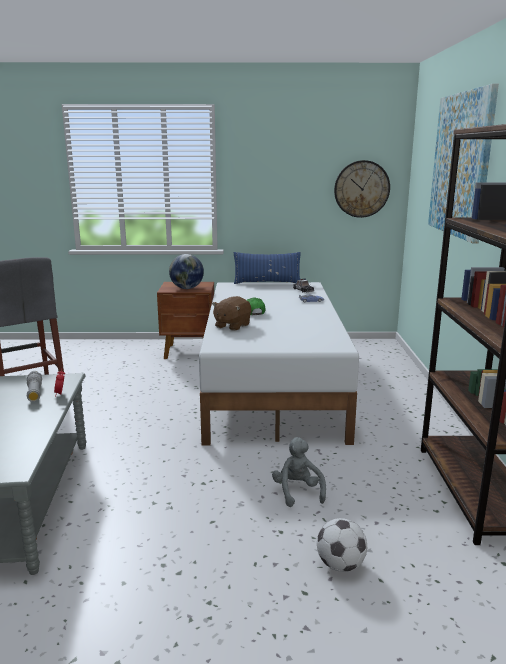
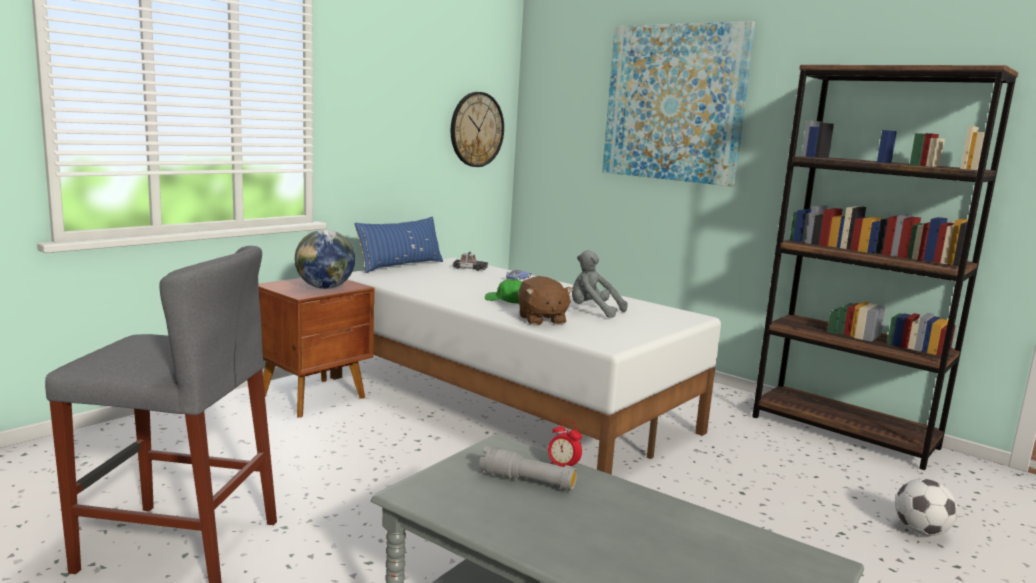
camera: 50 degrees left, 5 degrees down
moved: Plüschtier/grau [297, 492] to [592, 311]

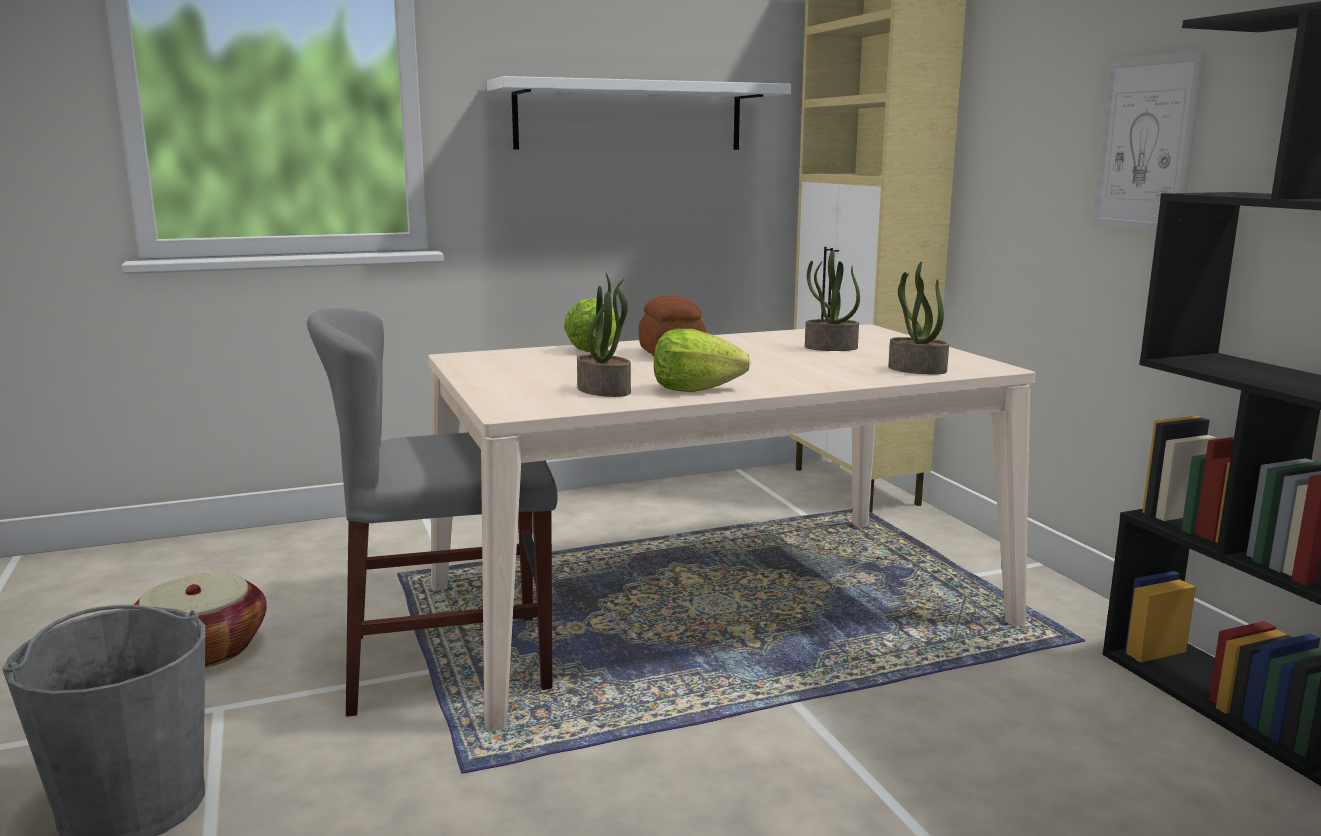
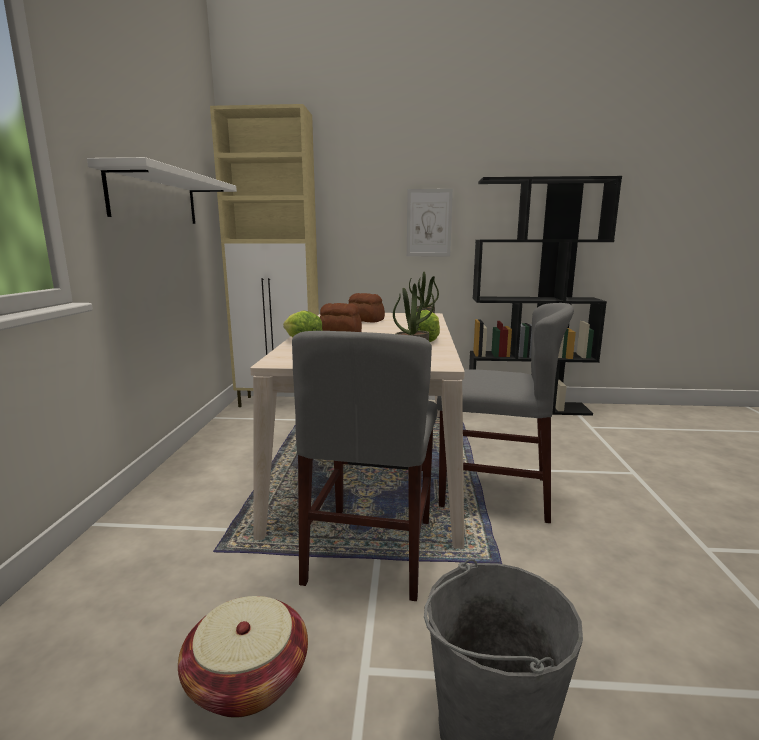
camera: 65 degrees left, 0 degrees up
added: Stuhl/grau [494, 492]
replaced: Topfpflanze [830, 348] to Brot [365, 320]

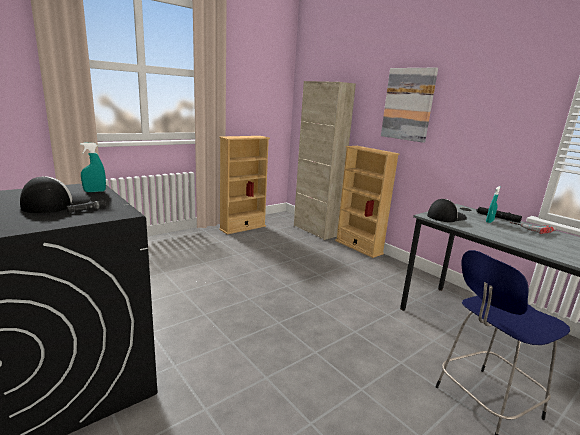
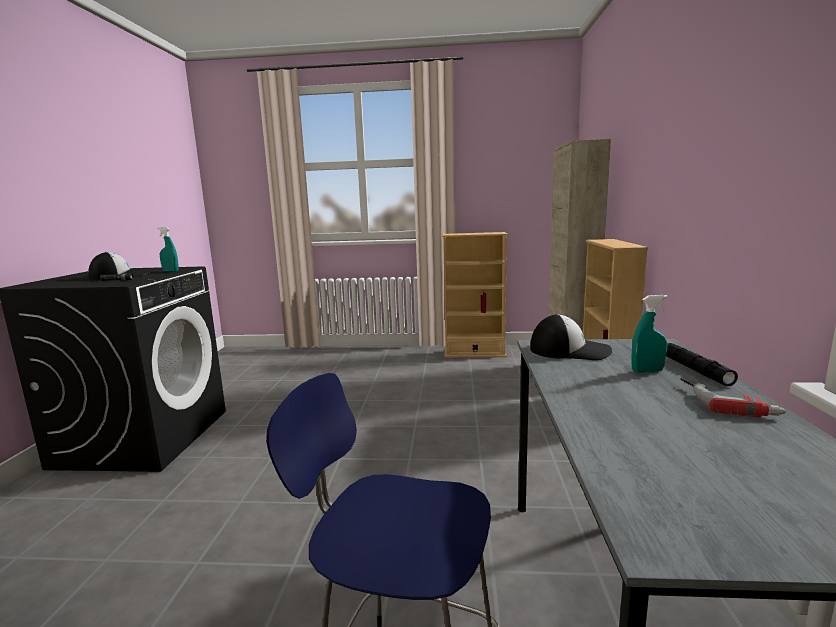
camera: 45 degrees right, 5 degrees down
removed: Bild [408, 104]

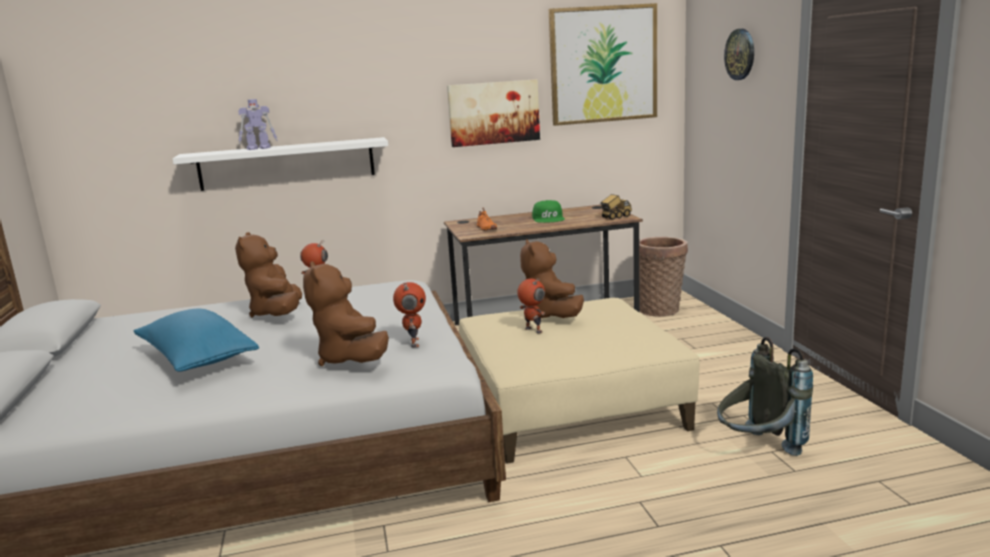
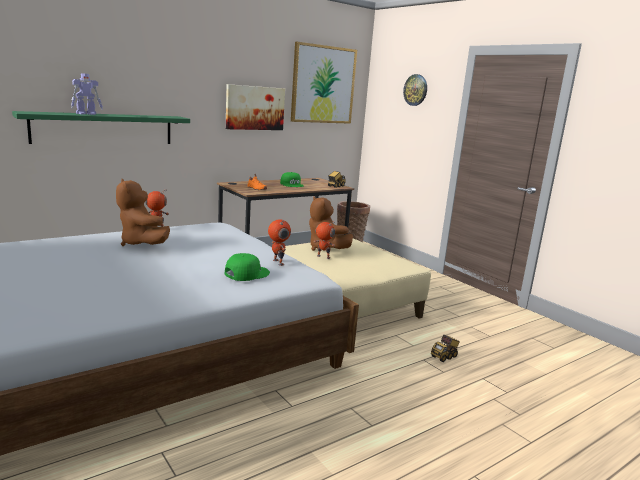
camera: 25 degrees left, 0 degrees up
removed: Kissen/blau [197, 359]; Rucksack/grau [758, 450]
added: Spielzeuglaster [444, 356]
replaced: Plüschtier/braun [351, 359] to Kappe/grün [246, 273]
recoloured: Wandregal/weiß [287, 164] to Wandregal/grün [104, 128]

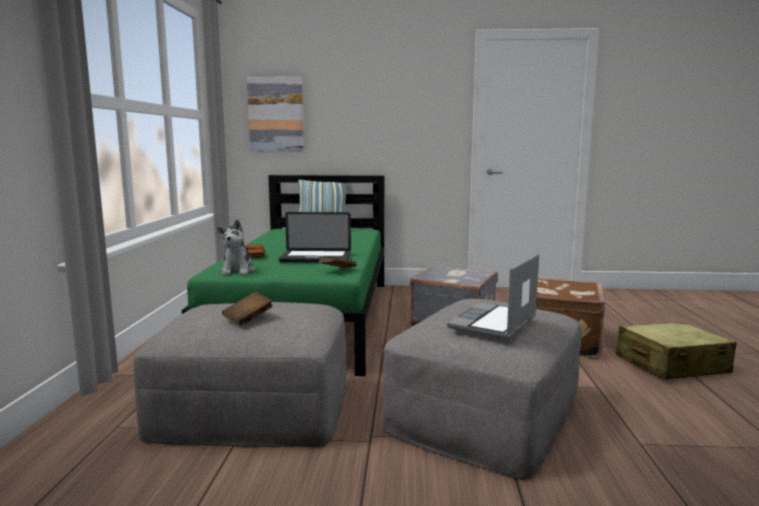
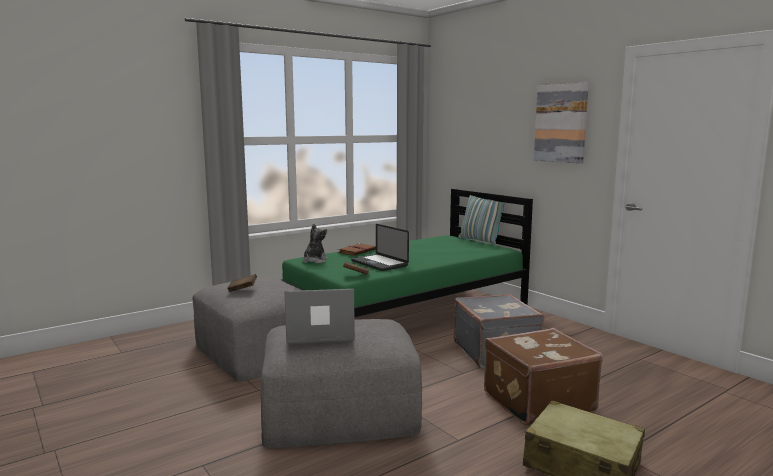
camera: 50 degrees right, 0 degrees up
moved: Bild [276, 115] to [561, 123]
turned: Plüschtier [238, 271] = [314, 261] 150 degrees clockwise

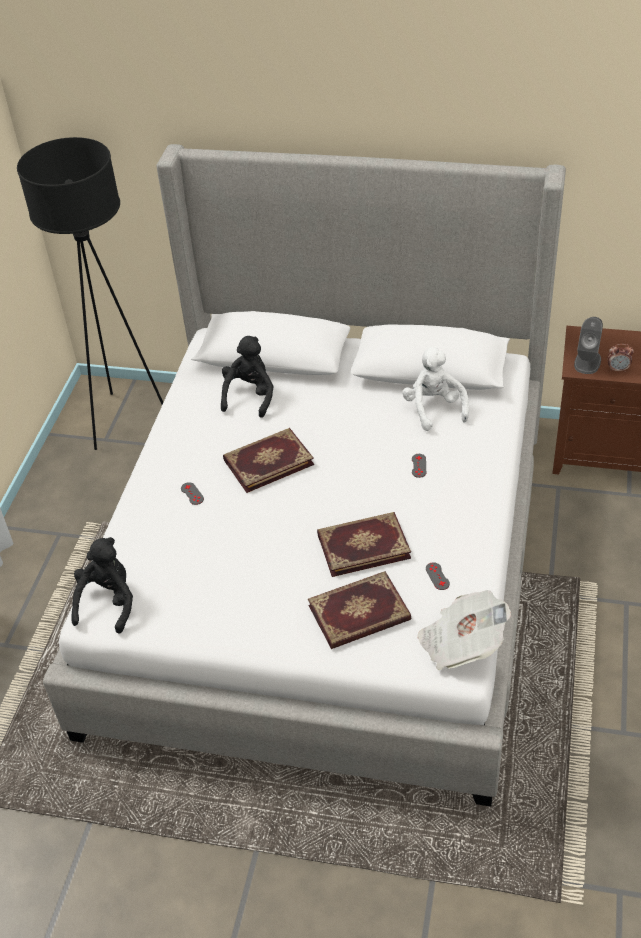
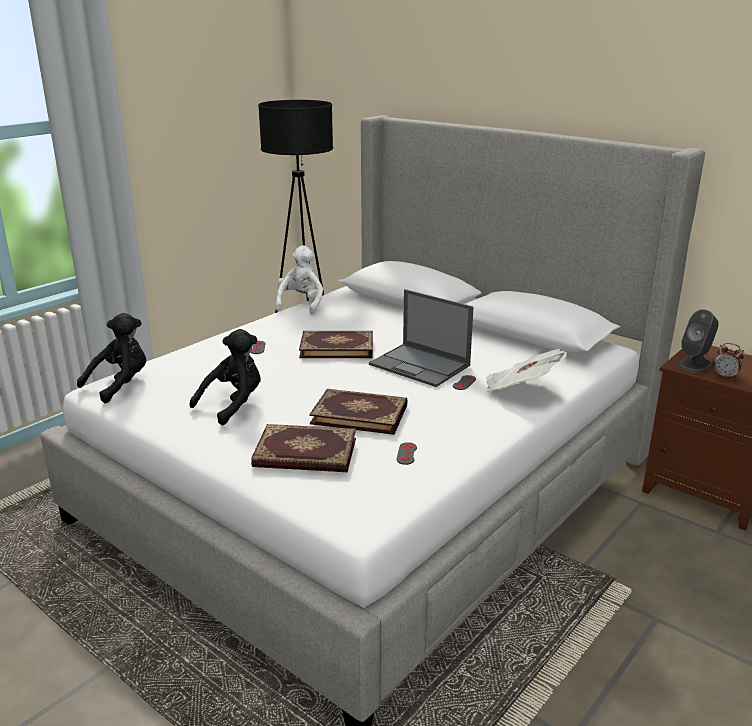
camera: 25 degrees right, 20 degrees down
added: Laptop [420, 365]
moved: Plüschtier/schwarz [249, 396] to [233, 405]; Plüschtier/weiß [434, 408] to [301, 304]; Zeitung [461, 644] to [520, 389]

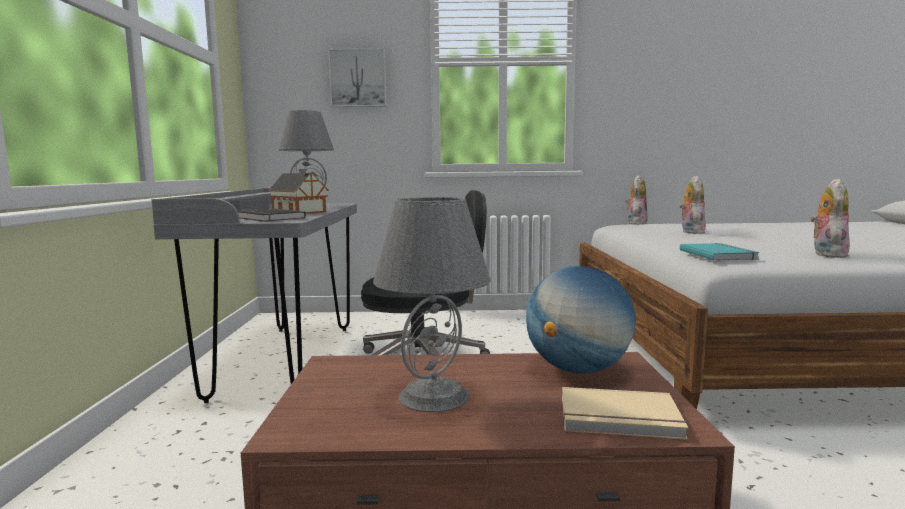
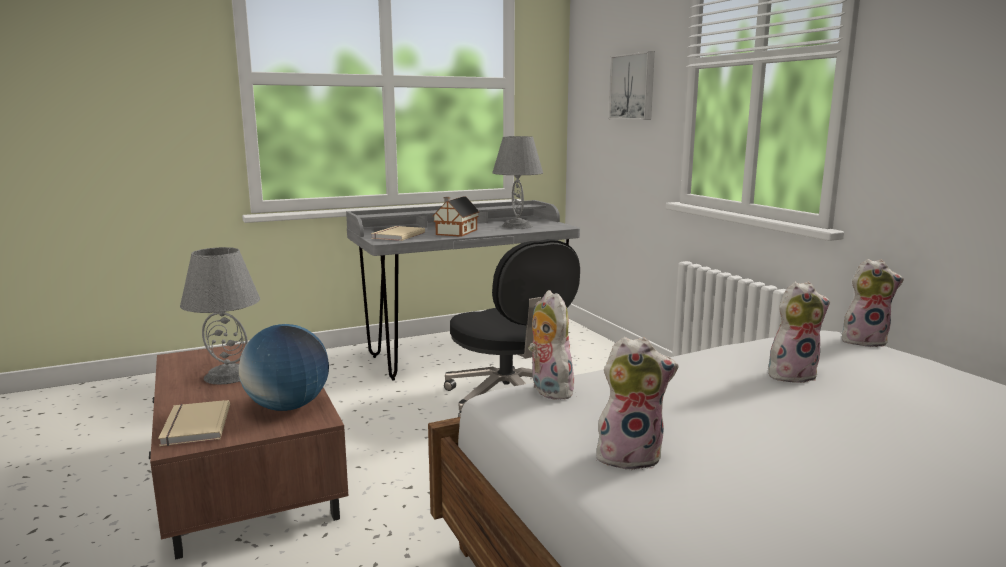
camera: 65 degrees right, 5 degrees up
replaced: Buch/türkis [719, 254] to Plüschtier [548, 390]
recoloured: Buch/schwarz [268, 218] to Buch/beige [397, 235]

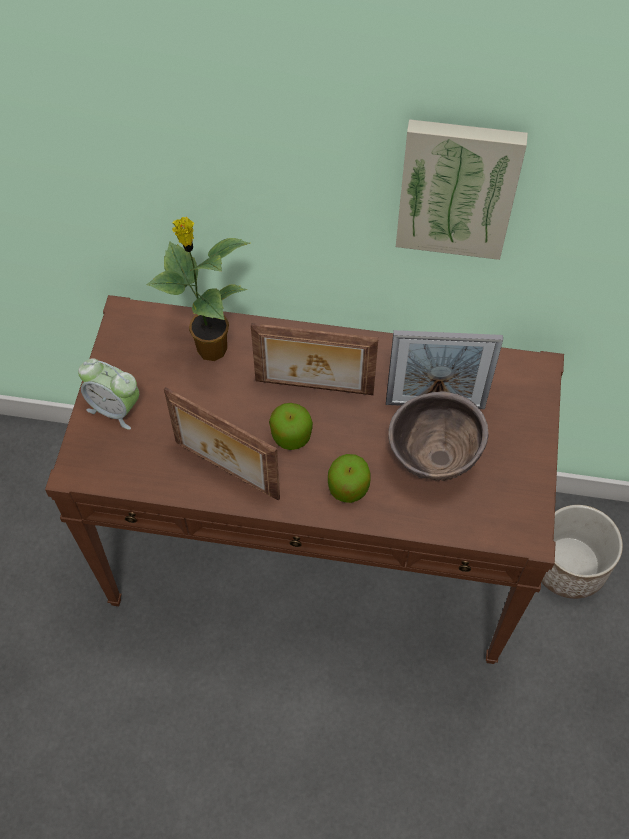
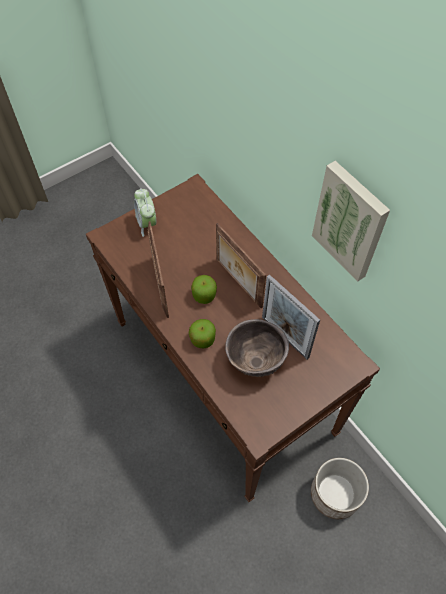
camera: 45 degrees right, 0 degrees up
removed: Topfpflanze [210, 348]

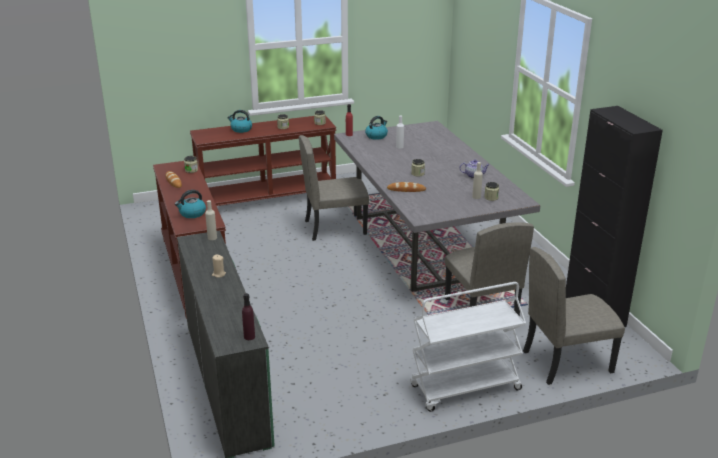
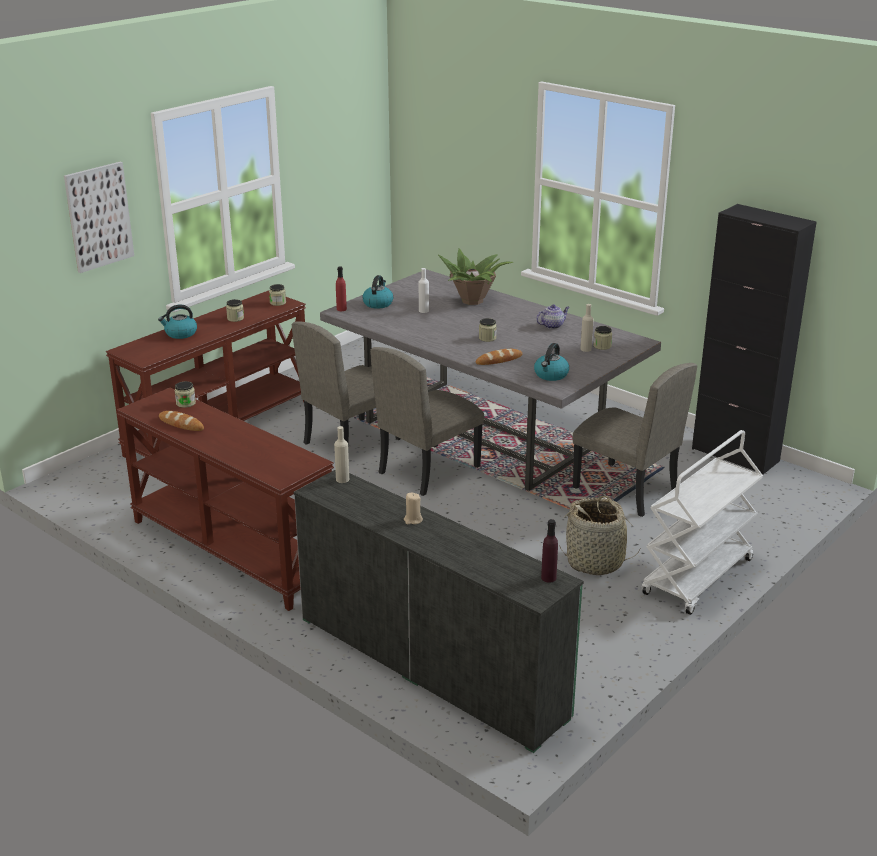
camera: 30 degrees left, 0 degrees up
added: Bild [99, 216]; Topfpflanze [473, 301]; Korb [595, 562]
moved: Wasserkessel [192, 213] to [551, 375]; Stuhl/beige [567, 361] to [428, 469]

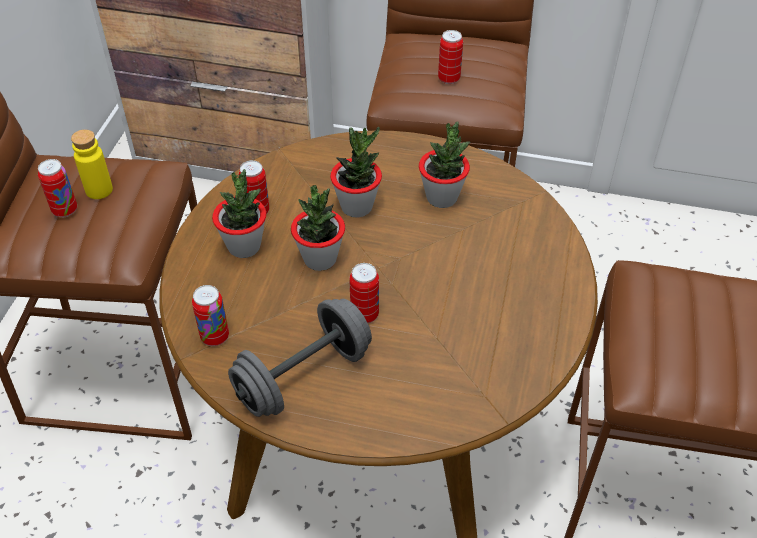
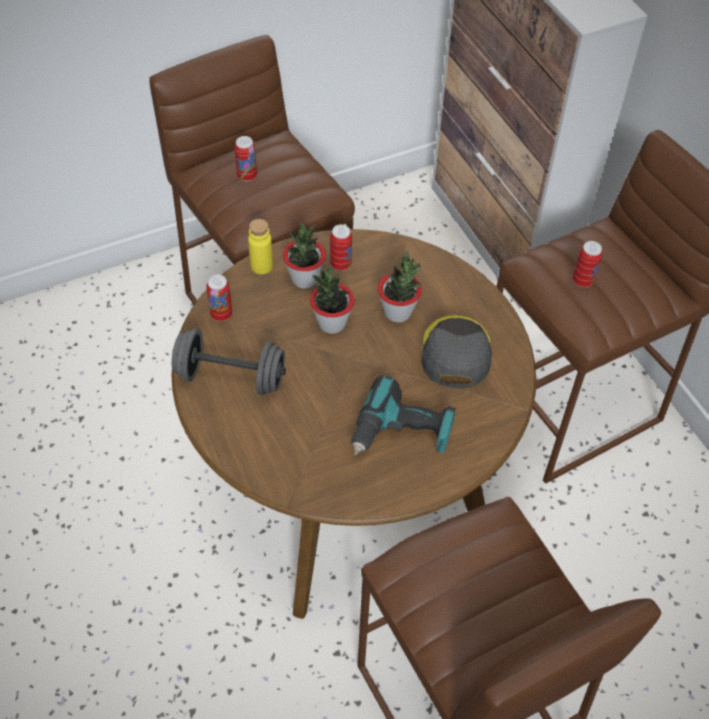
camera: 50 degrees right, 5 degrees up
removed: Dose [364, 315]
added: Bohrmaschine [402, 433]
moved: Flasche/gelb [99, 190] to [261, 266]
replaced: Topfpflanze [442, 197] to Kappe/grau [455, 353]

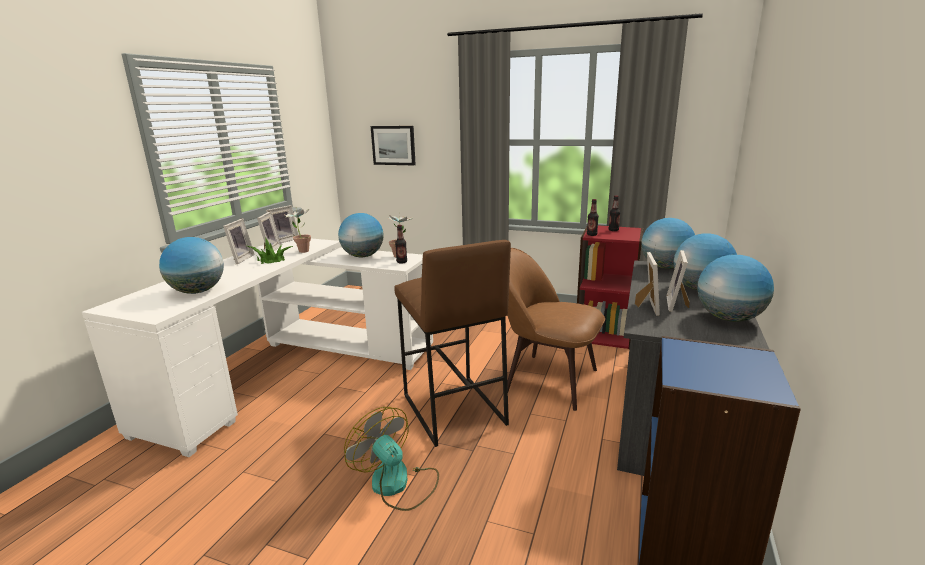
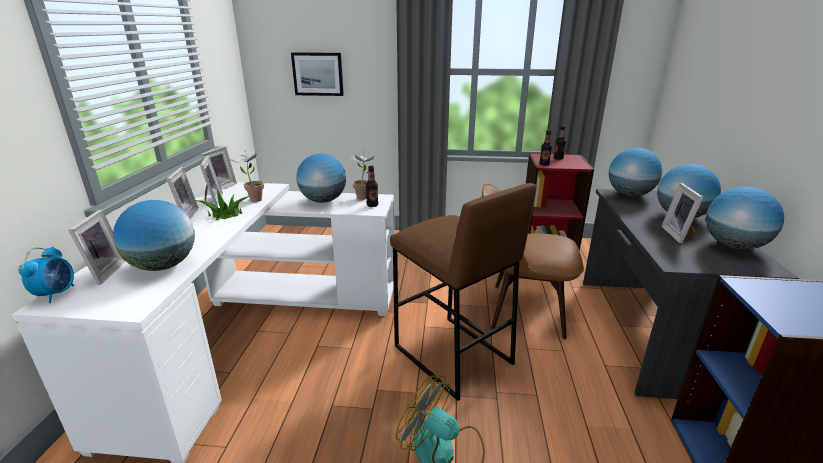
camera: 15 degrees left, 5 degrees up
added: Wecker [56, 293]
moved: Bilderrahmen [645, 307] to [103, 272]

